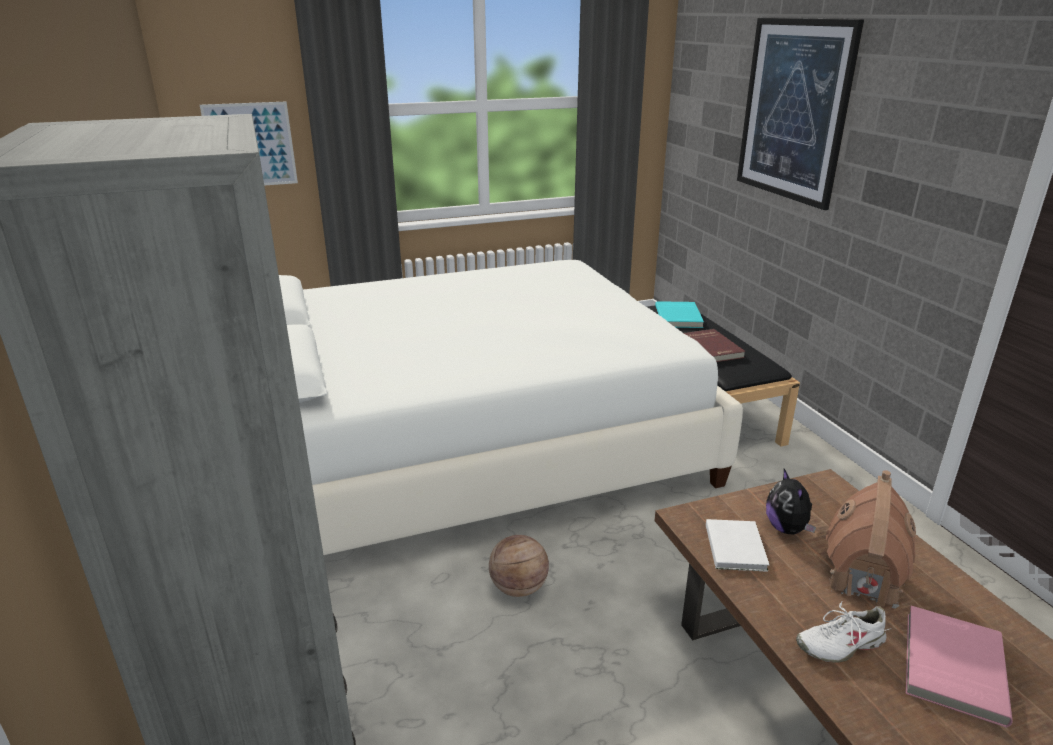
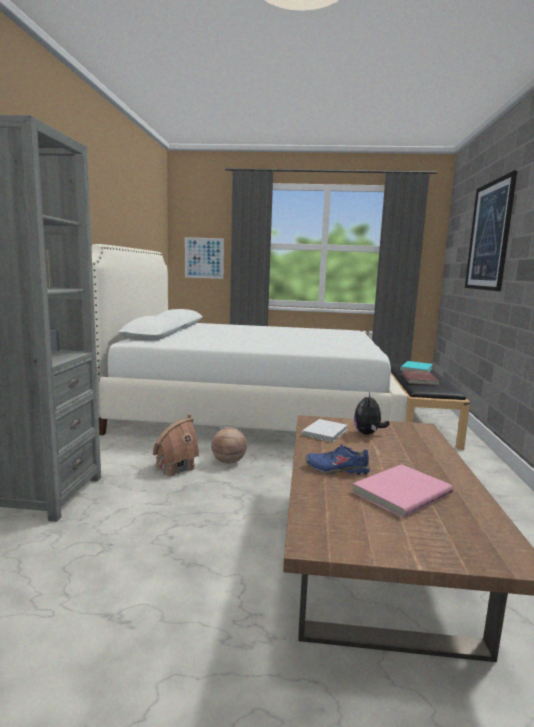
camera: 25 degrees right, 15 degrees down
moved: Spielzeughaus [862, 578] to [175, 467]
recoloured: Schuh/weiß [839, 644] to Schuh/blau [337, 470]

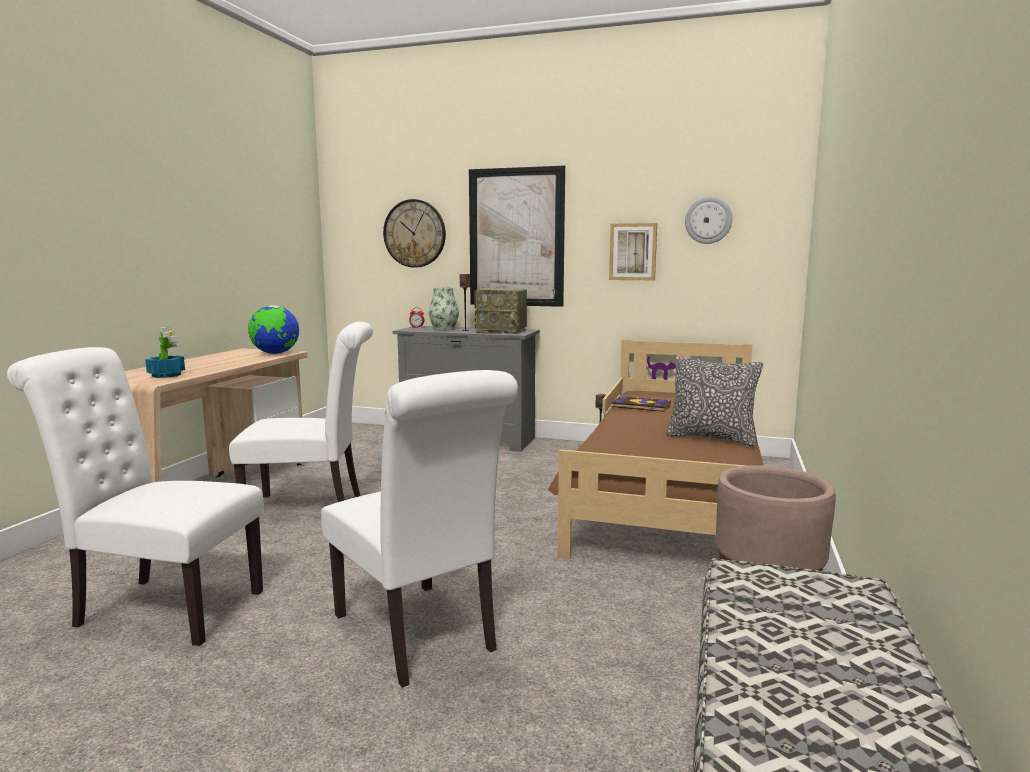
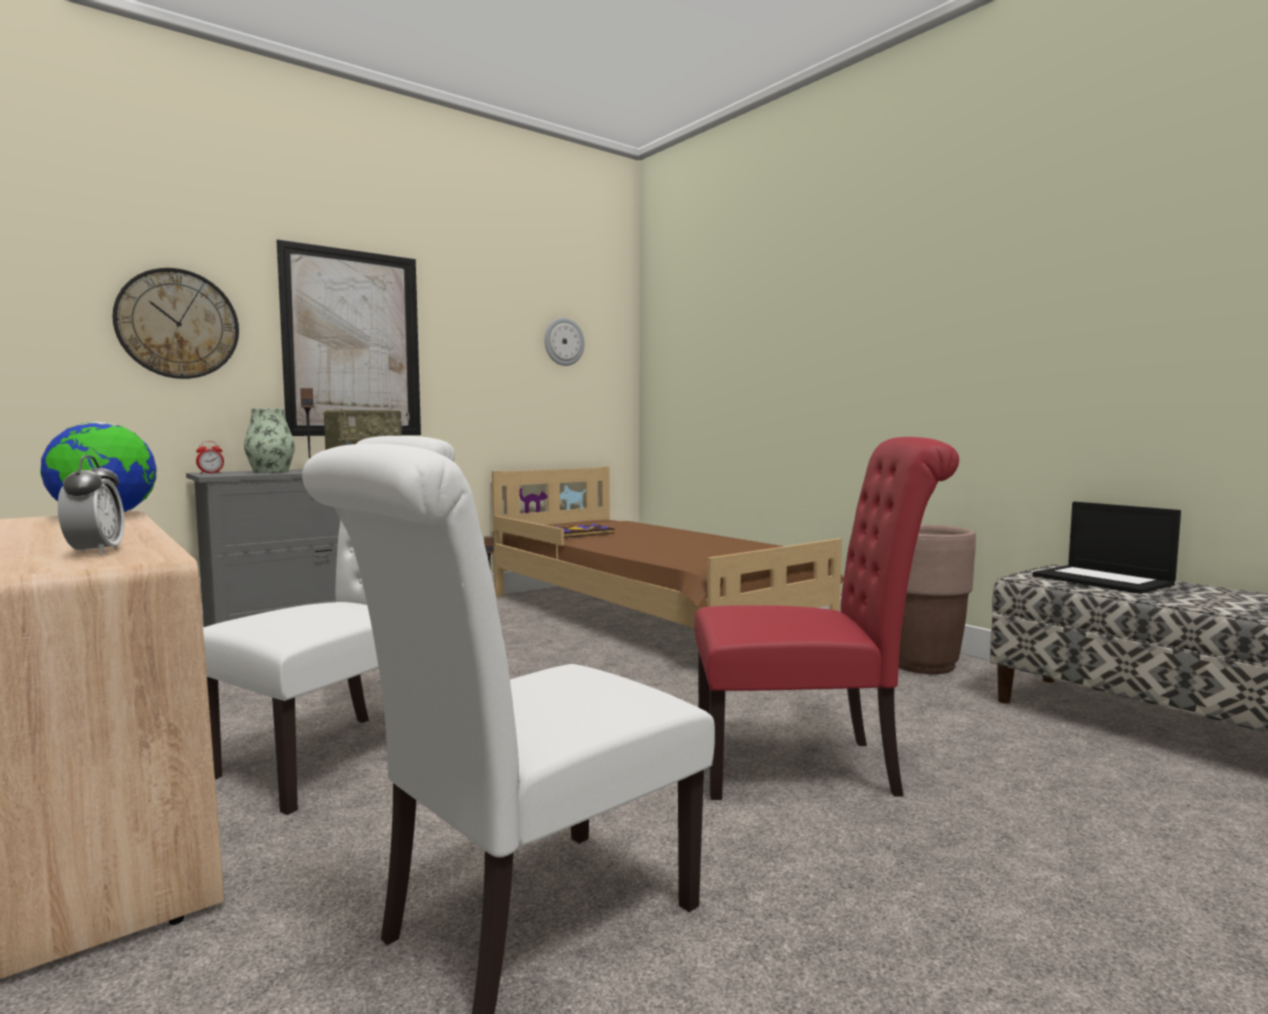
camera: 55 degrees left, 5 degrees down
removed: Bild [633, 252]; Kissen [711, 438]
added: Laptop [1104, 580]
replaced: Topfpflanze [166, 375] to Wecker [95, 552]
recoloured: Stuhl/weiß [419, 636] to Stuhl/rot [808, 767]

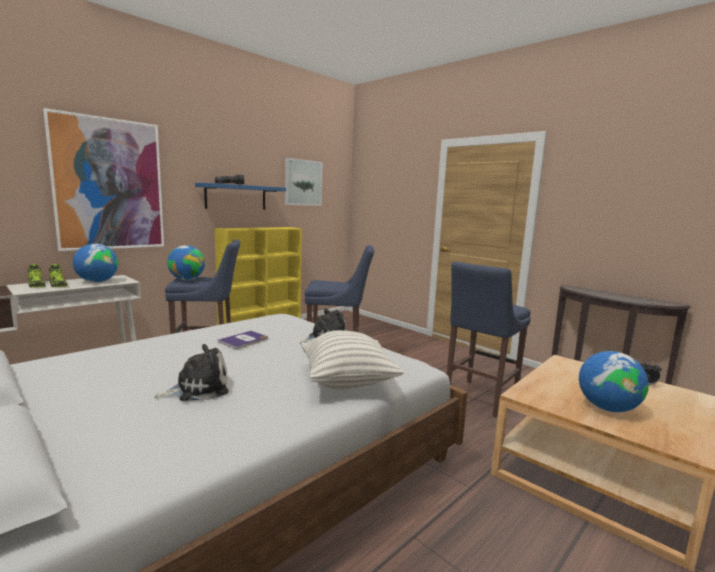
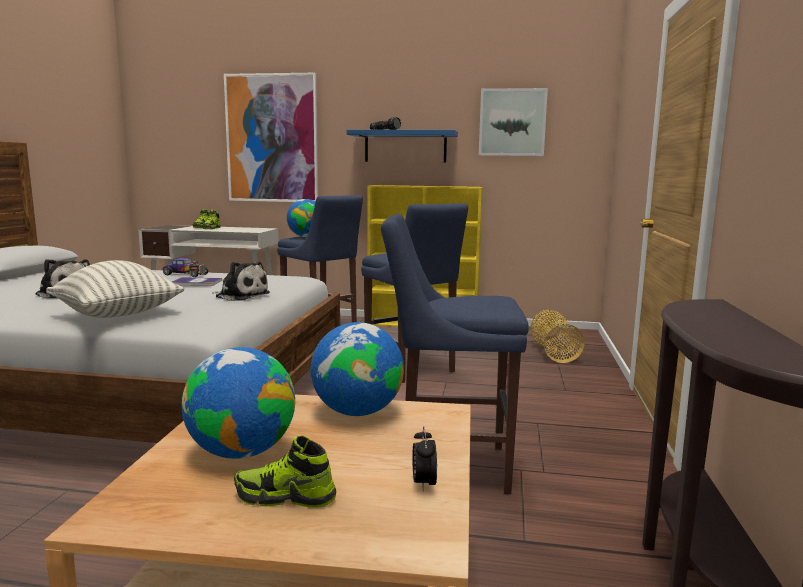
camera: 55 degrees right, 0 degrees up
added: Spielzeugauto [186, 274]; Schuh [285, 497]; Korb [553, 352]
moved: Globus [97, 281] to [357, 412]

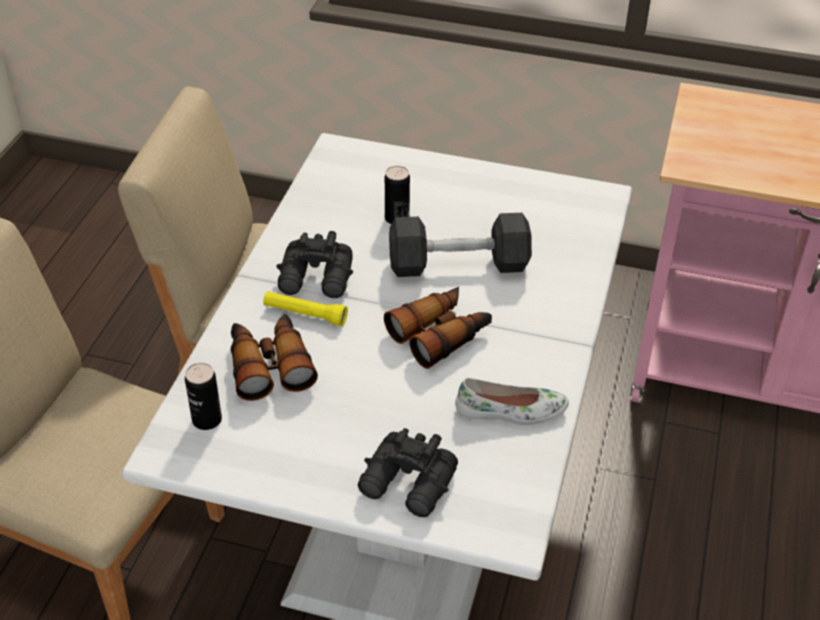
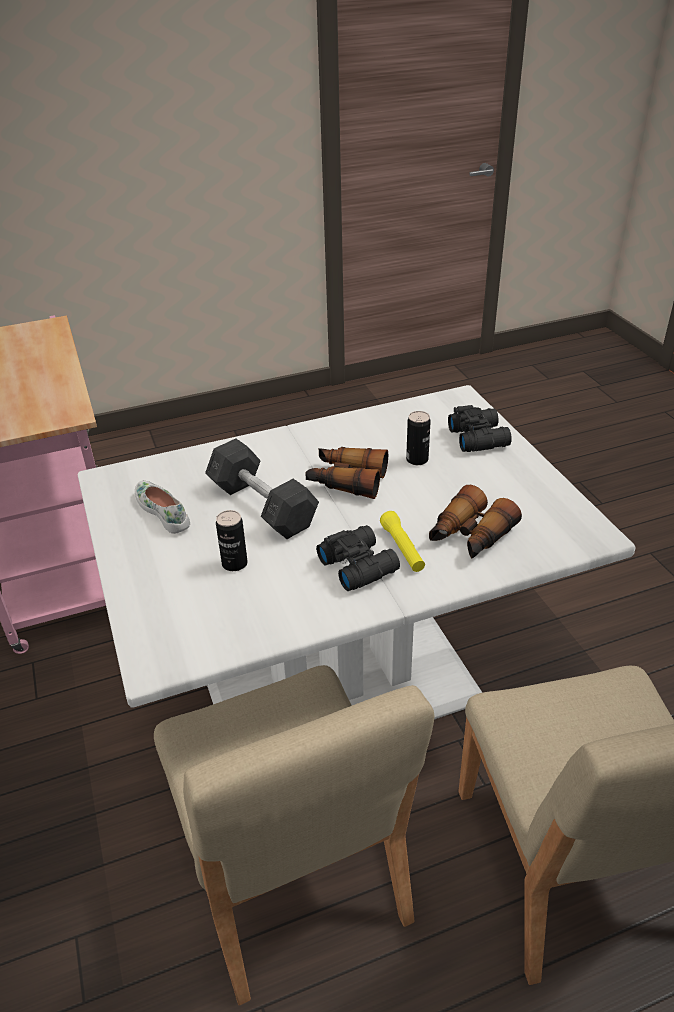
camera: 125 degrees left, 5 degrees down
moved: Dose [207, 420] to [417, 459]; Schuh/weiß [511, 411] to [163, 511]

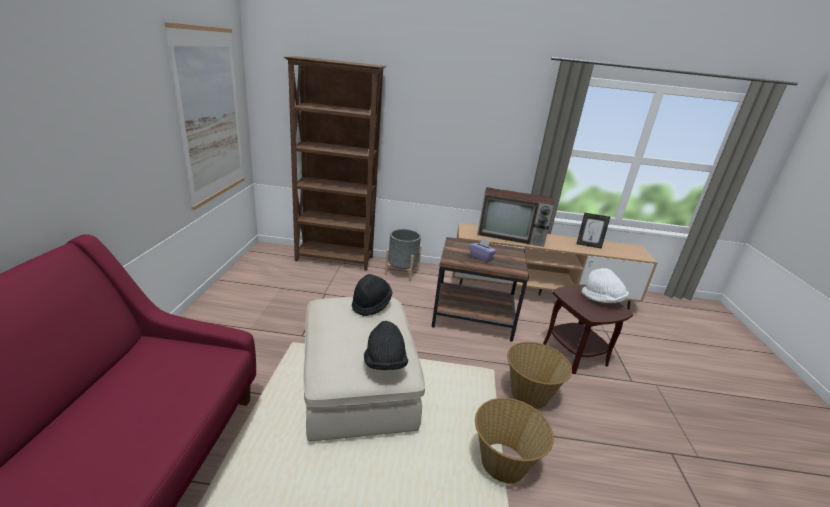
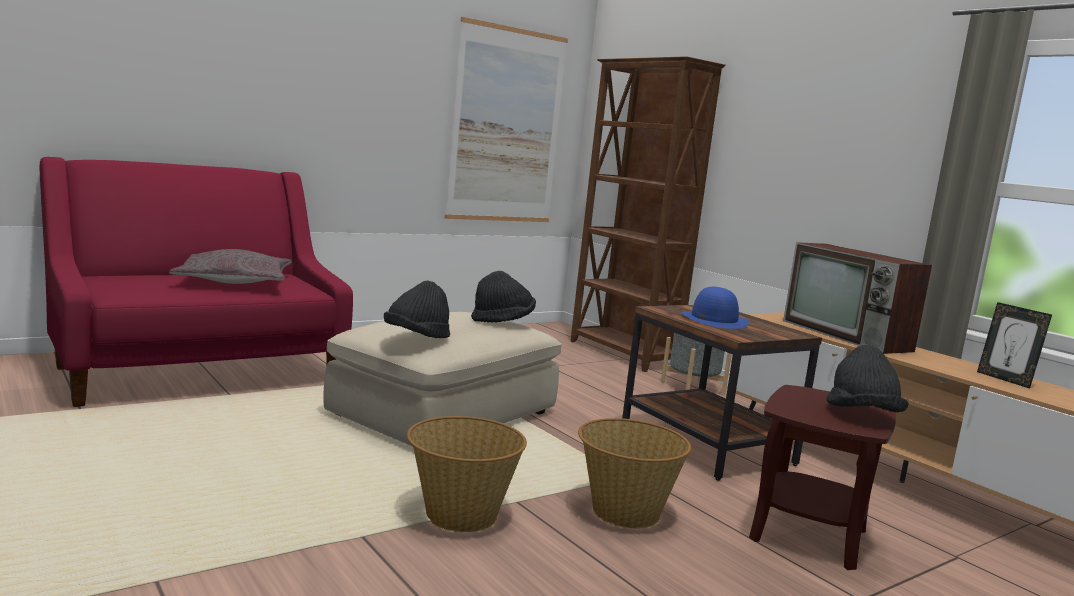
camera: 50 degrees right, 15 degrees down
added: Kissen/grau [234, 282]
replaced: Taschentuchbox/lila [481, 257] to Hut/blau [714, 320]
recoloured: Hut/weiß [602, 300] to Hut/schwarz [861, 415]

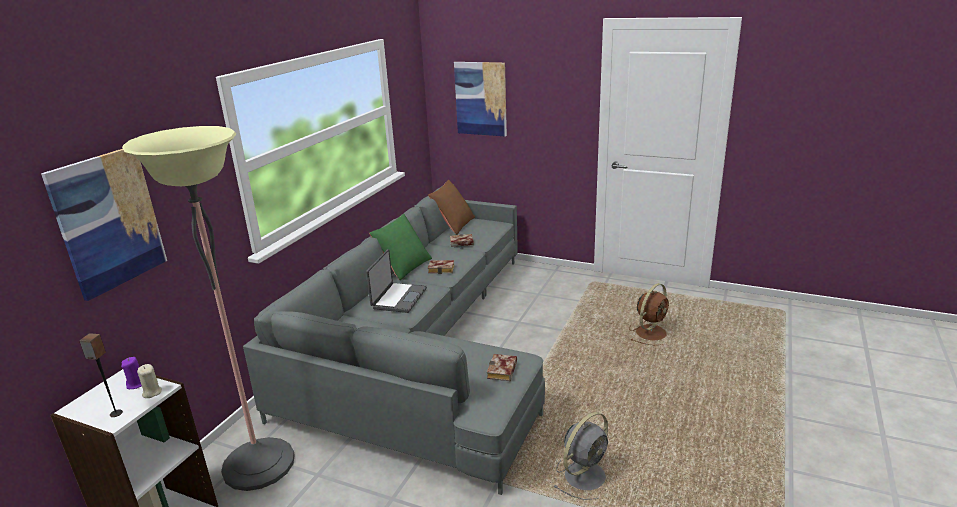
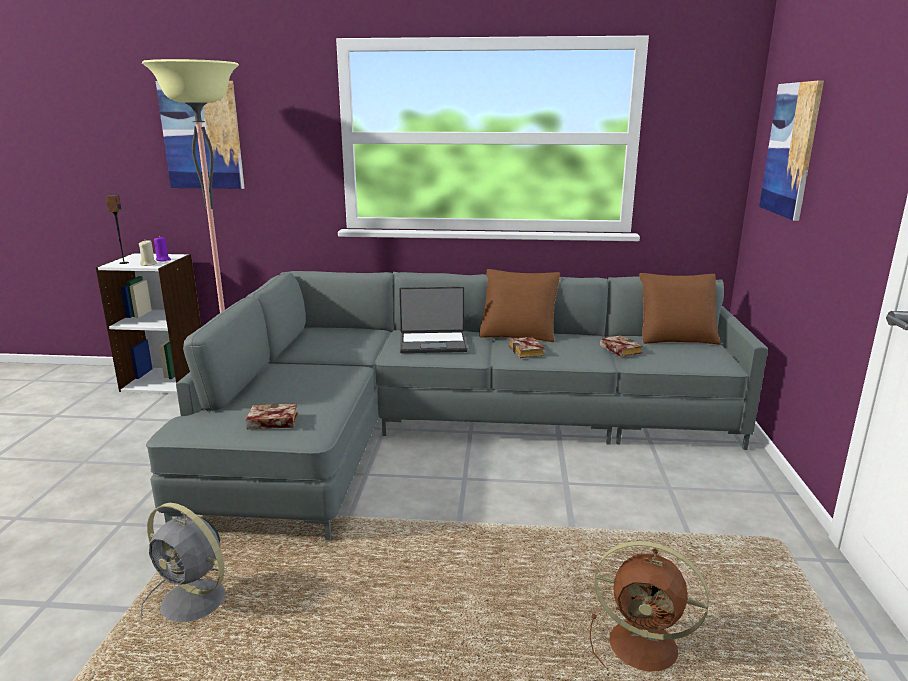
camera: 70 degrees right, 5 degrees down
recoloured: Kissen/grün [403, 266] to Kissen/braun [518, 333]

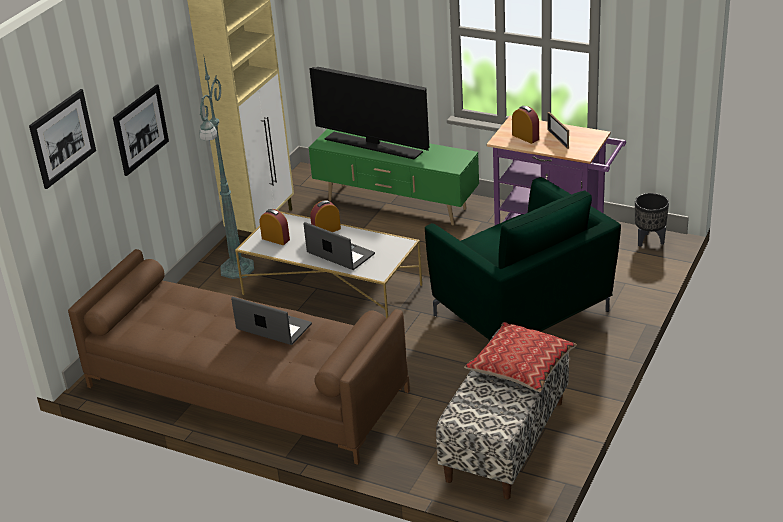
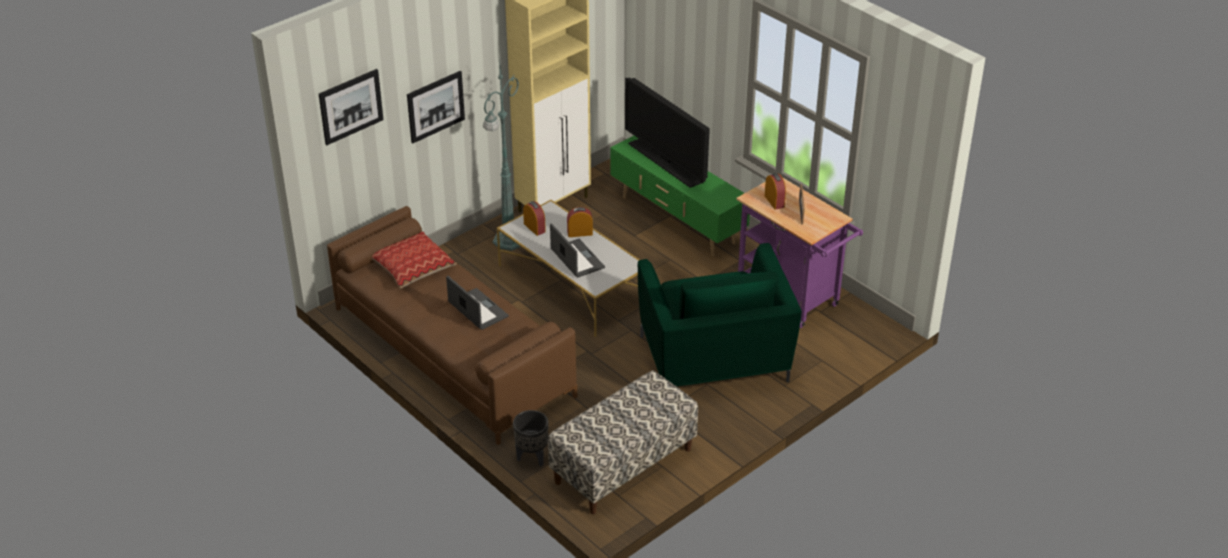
camera: 20 degrees right, 5 degrees up
moved: Kissen [521, 366] to [412, 267]; Pflanzkübel/schwarz [649, 241] to [531, 457]

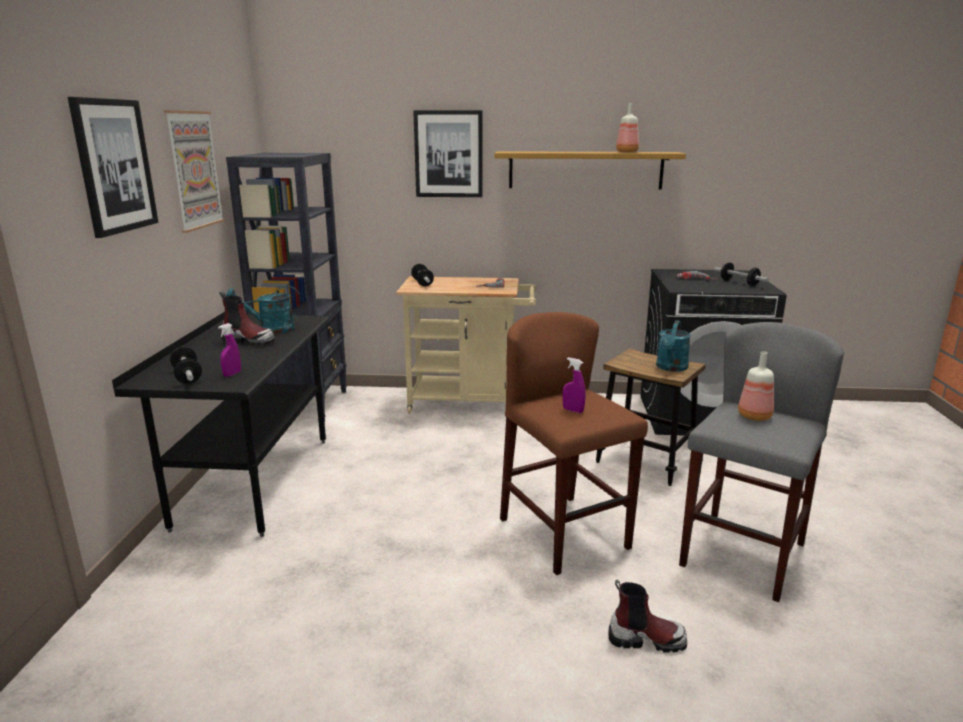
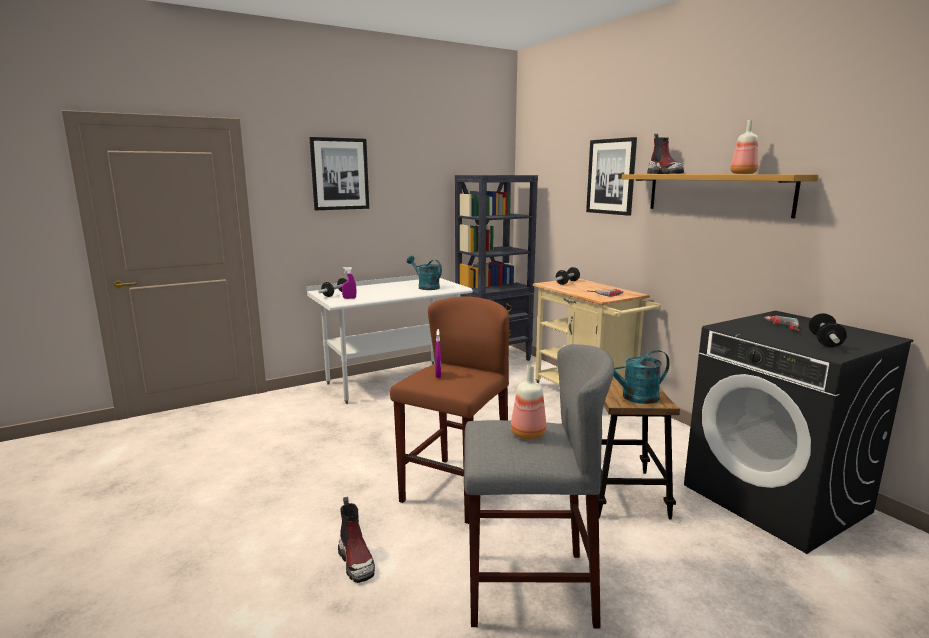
camera: 55 degrees right, 5 degrees down
removed: Bild [194, 170]
moved: Stiefel [249, 341] to [665, 173]
recoloured: Schreibtisch/schwarz [255, 481] to Schreibtisch/weiß [393, 381]

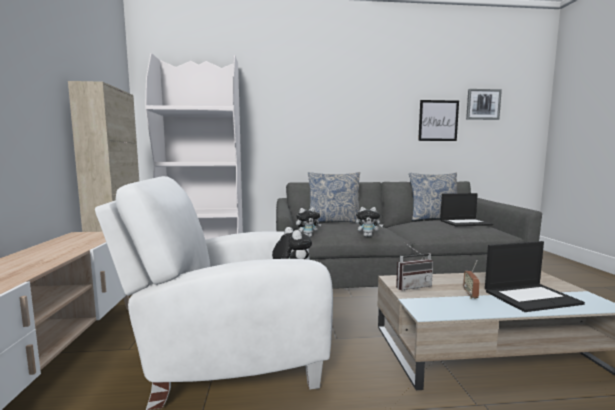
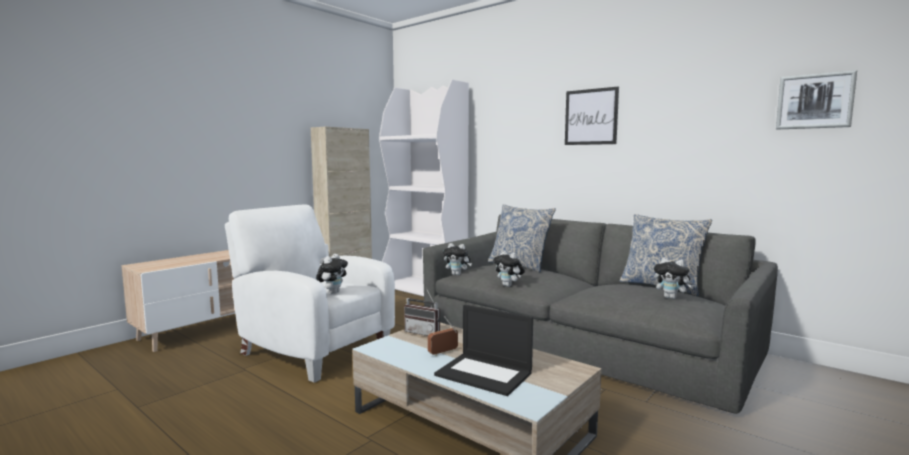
camera: 45 degrees right, 0 degrees up
moved: Bild [438, 120] to [591, 117]
replaced: Laptop [465, 223] to Plüschtier [671, 298]

